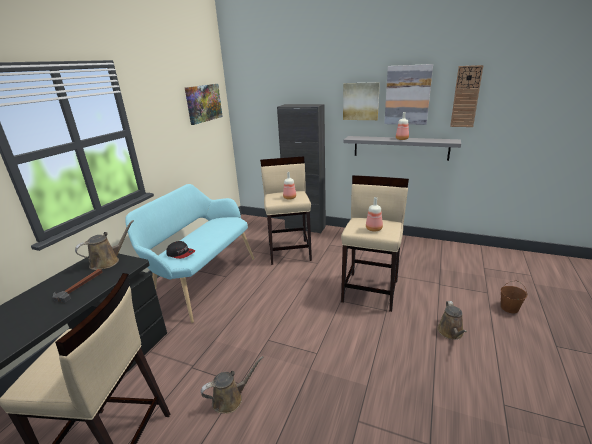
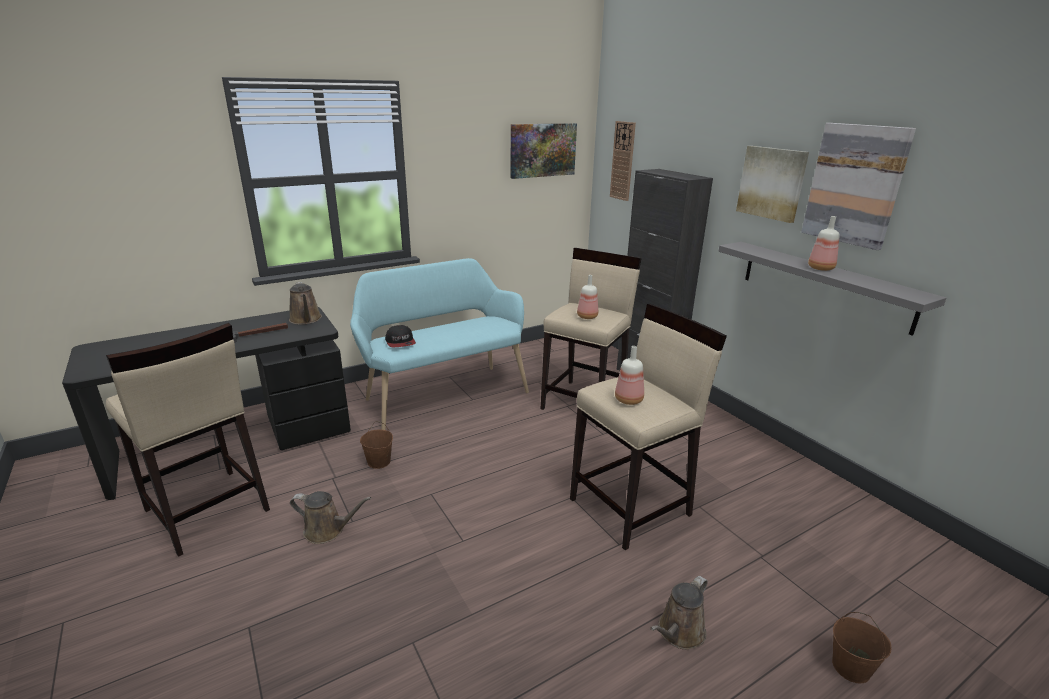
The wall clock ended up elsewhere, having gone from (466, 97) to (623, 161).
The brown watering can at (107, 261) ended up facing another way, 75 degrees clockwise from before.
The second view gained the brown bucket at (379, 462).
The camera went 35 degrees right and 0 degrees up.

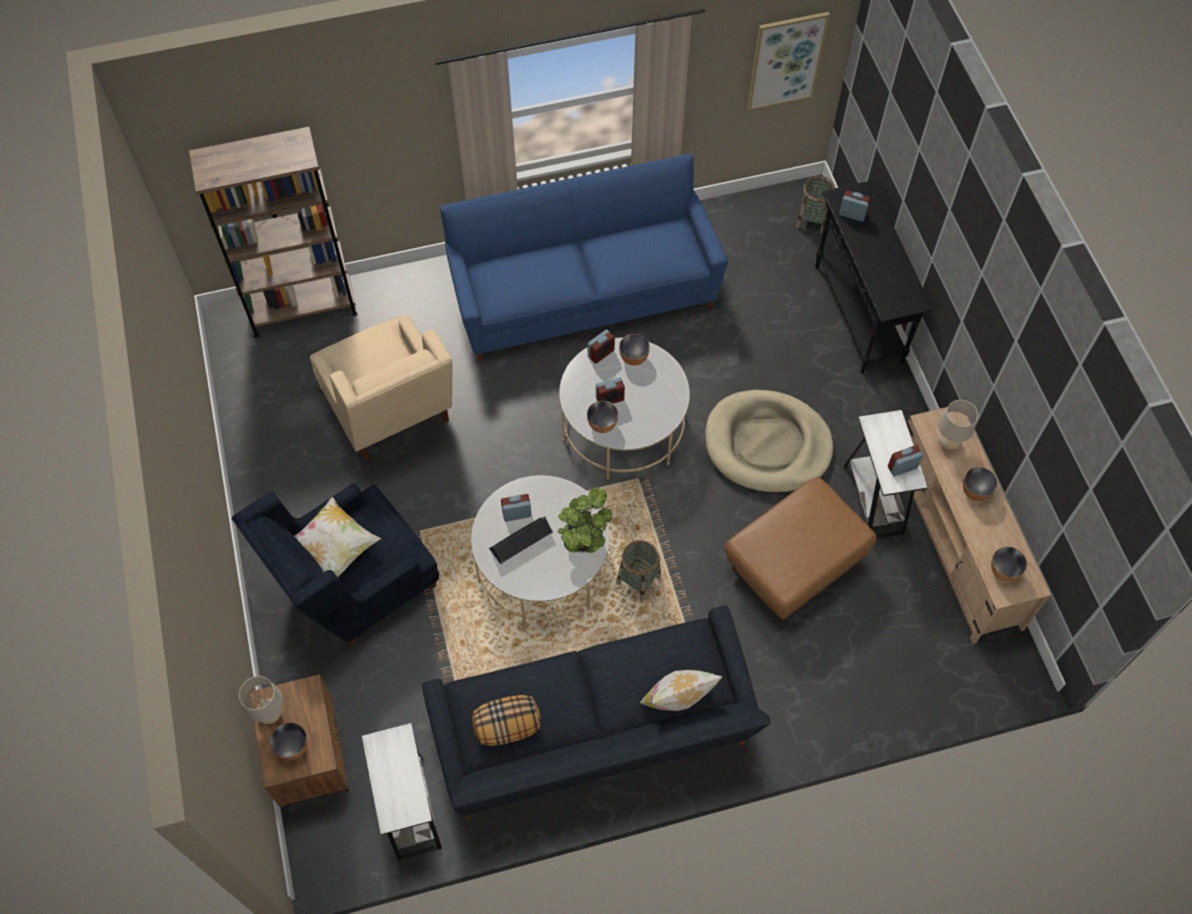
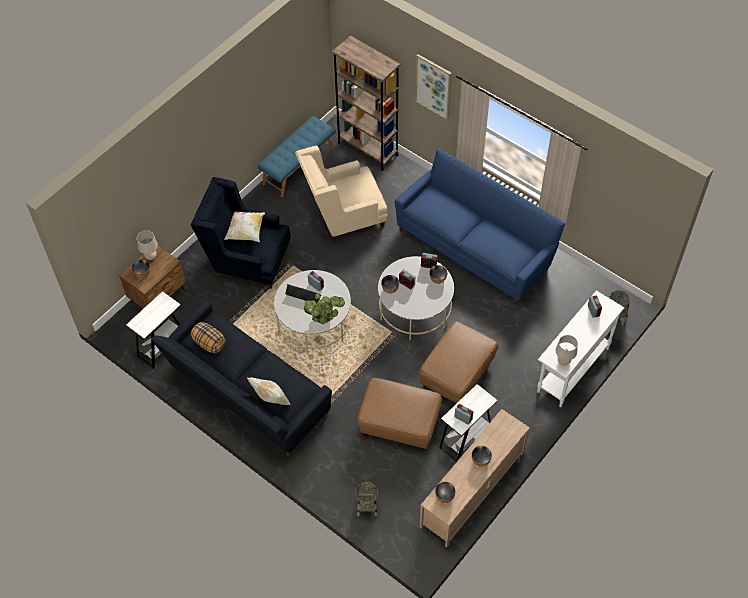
The picture ended up elsewhere, having gone from (786, 60) to (433, 86).
What was the black console table at (857, 314) turned into the white console table at (572, 370).
The beige armchair at (391, 413) ended up facing another way, 45 degrees clockwise from before.
Where the beige dog bed stood at (767, 445), the brown ottoman came to stand at (457, 374).
The beige table lamp ended up elsewhere, having gone from (948, 443) to (563, 361).
The basket ended up elsewhere, having gone from (638, 580) to (367, 506).
The second view gained the blue bench at (298, 166).
The camera went 55 degrees right and 5 degrees down.

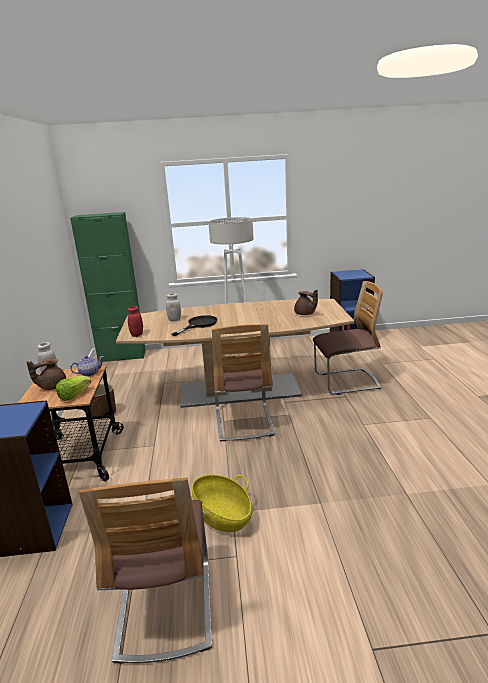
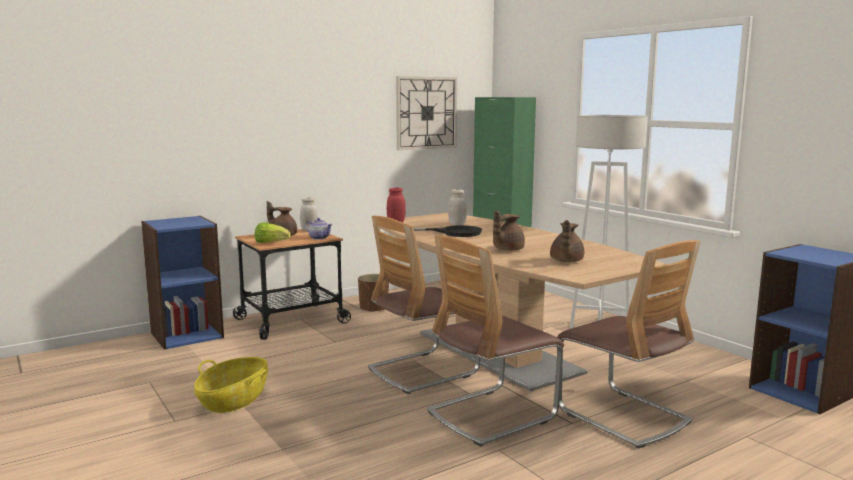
The chair ended up elsewhere, having gone from (165, 606) to (491, 415).
The second view gained the wall clock at (426, 113).
The second view gained the brown teapot at (507, 249).
The camera went 60 degrees right and 10 degrees down.

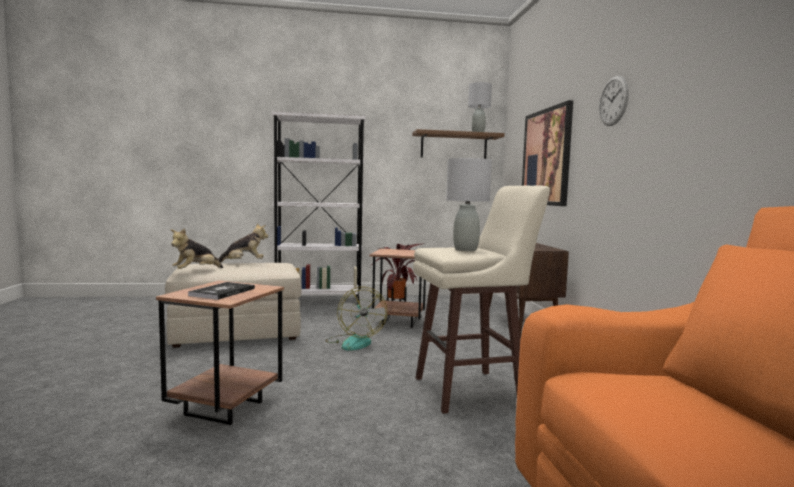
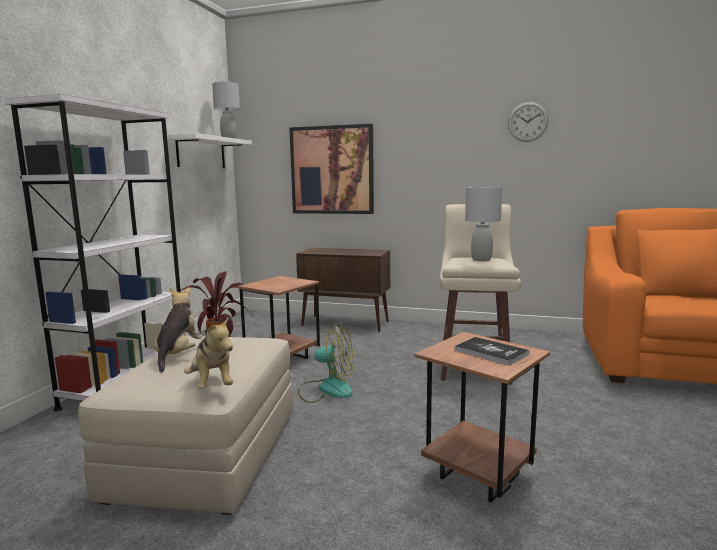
The wall clock ended up elsewhere, having gone from (613, 101) to (527, 122).
What was the brown shelf at (454, 146) turned into the white shelf at (201, 153).
The camera went 65 degrees left and 5 degrees up.

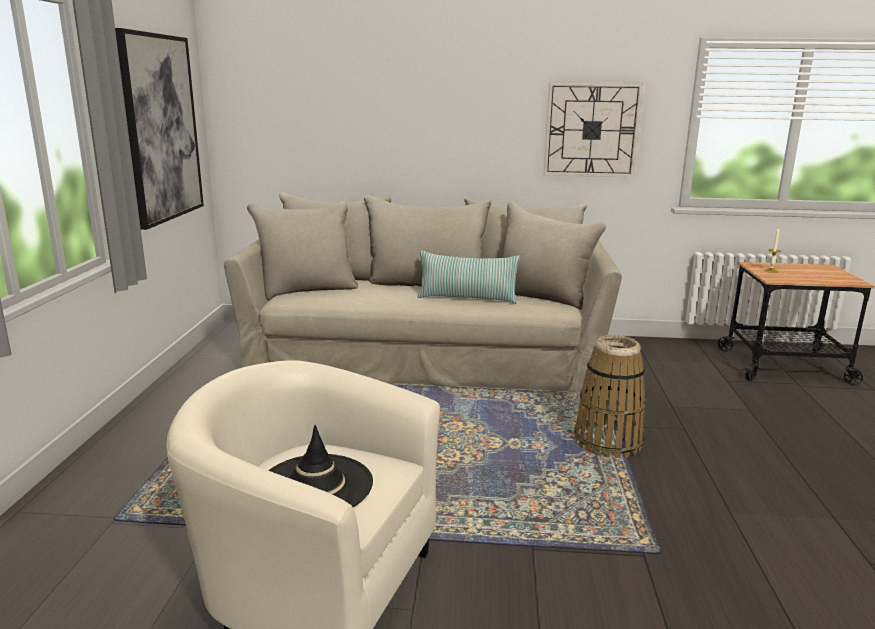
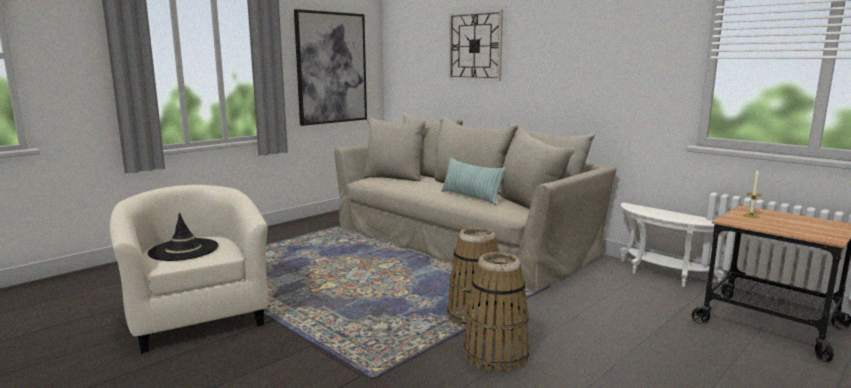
The wall clock ended up elsewhere, having gone from (591, 130) to (475, 46).
The second view gained the white side table at (663, 275).
The second view gained the basket at (496, 355).
The camera went 40 degrees right and 5 degrees down.

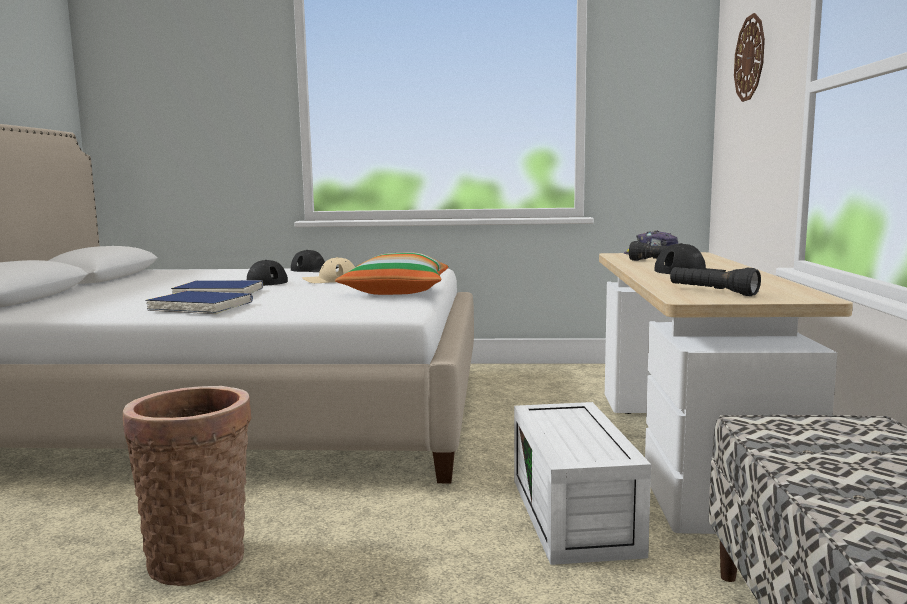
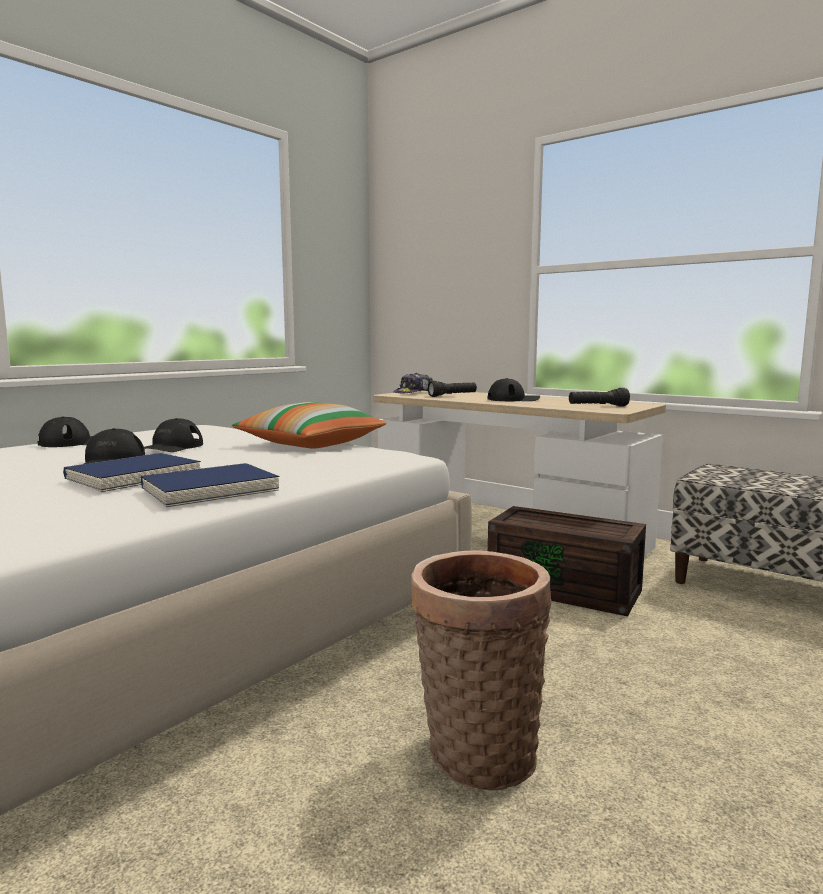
The second view lost the wall clock at (750, 58).
What was the beige cap at (330, 280) turned into the black cap at (171, 447).
What was the white storage box at (577, 516) turned into the brown storage box at (566, 588).
The camera went 55 degrees left and 0 degrees up.

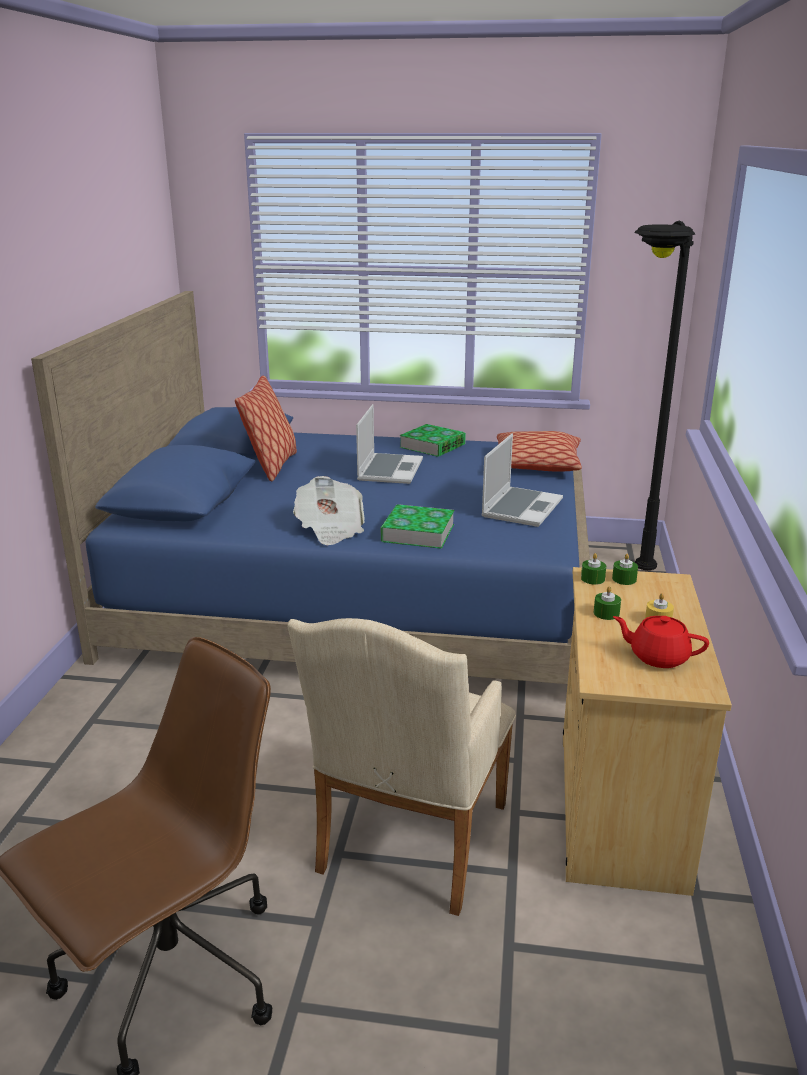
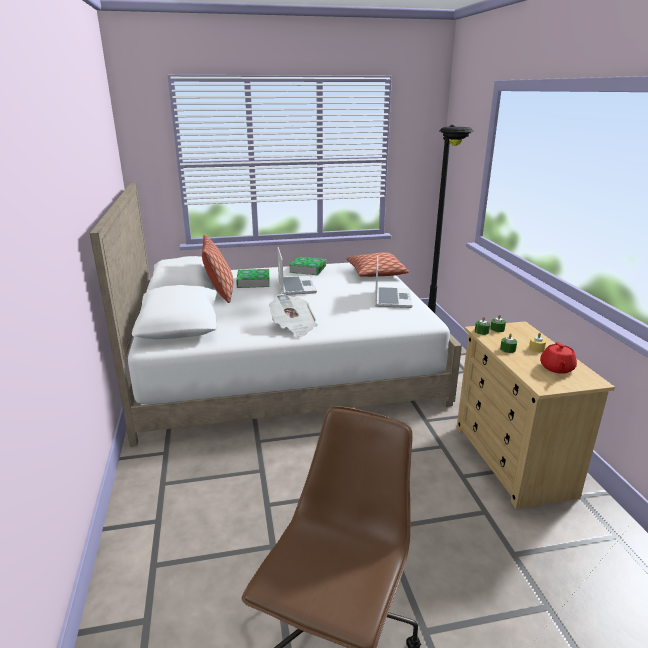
What was the blue bed at (359, 596) turned into the white bed at (284, 368).
The book ended up elsewhere, having gone from (418, 533) to (253, 282).
The red teapot at (657, 657) ended up facing another way, 75 degrees counterclockwise from before.
The second view lost the beige armchair at (408, 846).
The camera went 20 degrees left and 0 degrees up.

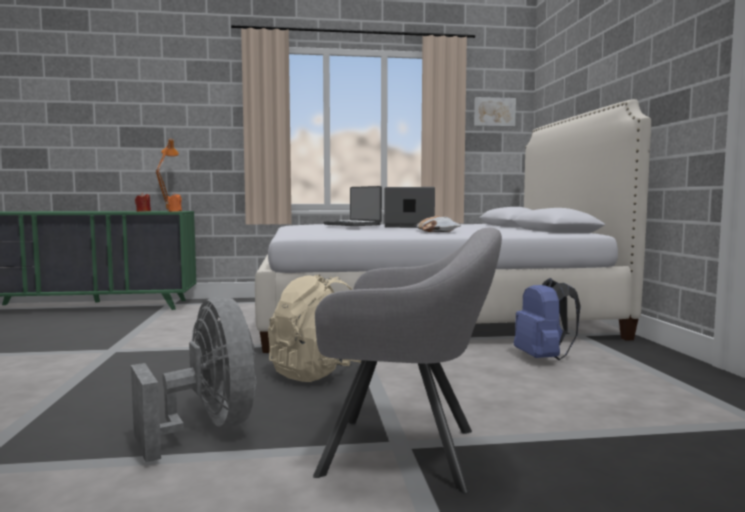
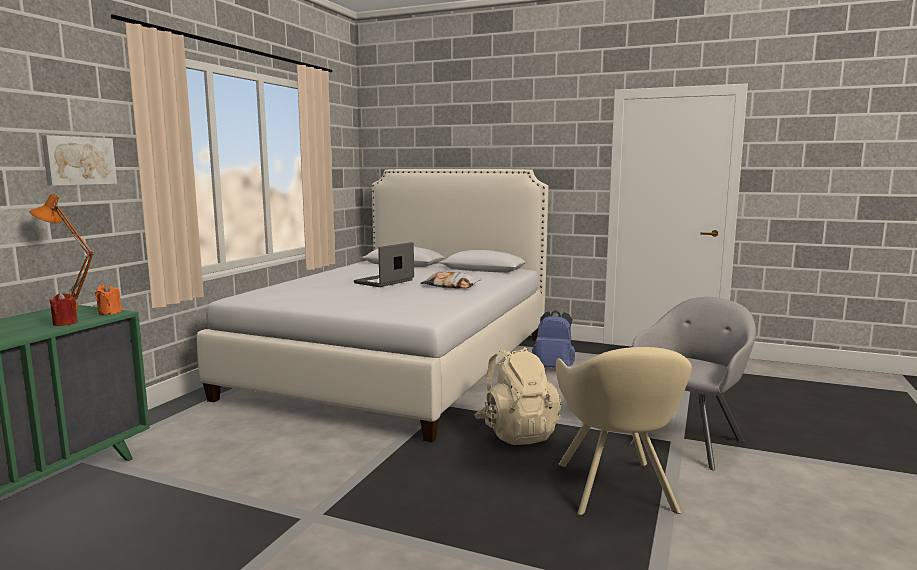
The picture ended up elsewhere, having gone from (494, 112) to (78, 160).
The second view lost the laptop at (353, 225).
Where the grey fan stood at (208, 428), the beige armchair came to stand at (616, 490).
The camera went 60 degrees left and 5 degrees up.

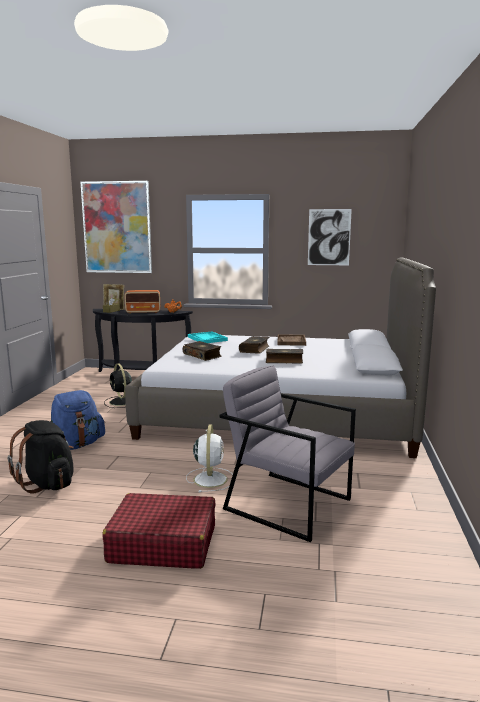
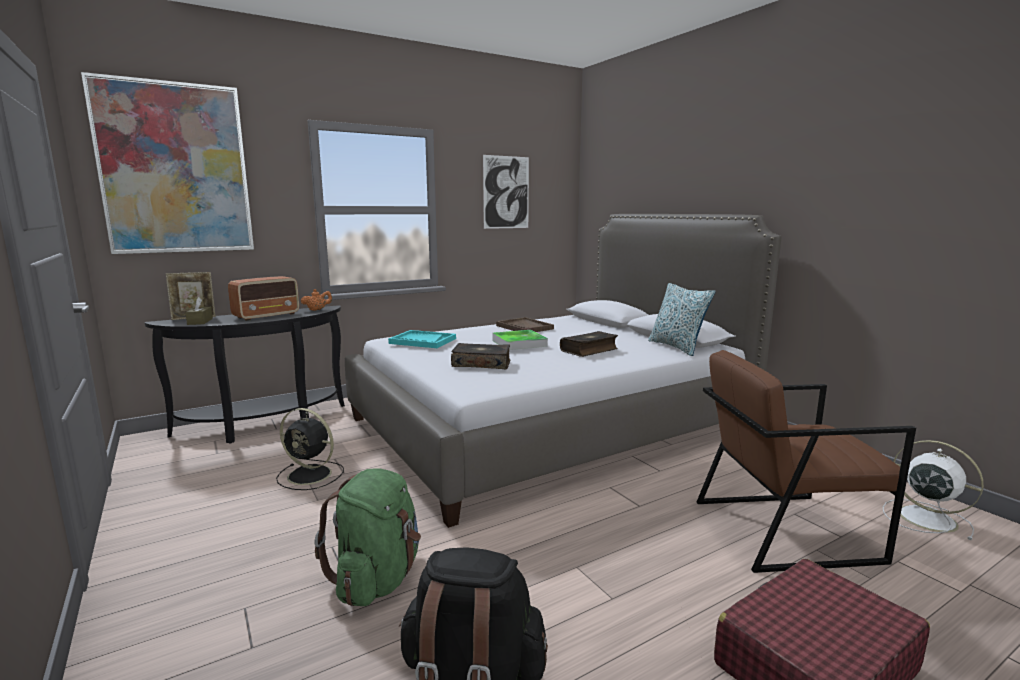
Where the book stood at (255, 349), the tray came to stand at (519, 343).
What was the grey armchair at (288, 504) turned into the brown armchair at (783, 529).
What was the blue backpack at (76, 445) turned into the green backpack at (377, 579).
The white fan ended up elsewhere, having gone from (210, 479) to (924, 518).
The second view gained the pillow at (677, 347).
The camera went 40 degrees left and 0 degrees up.

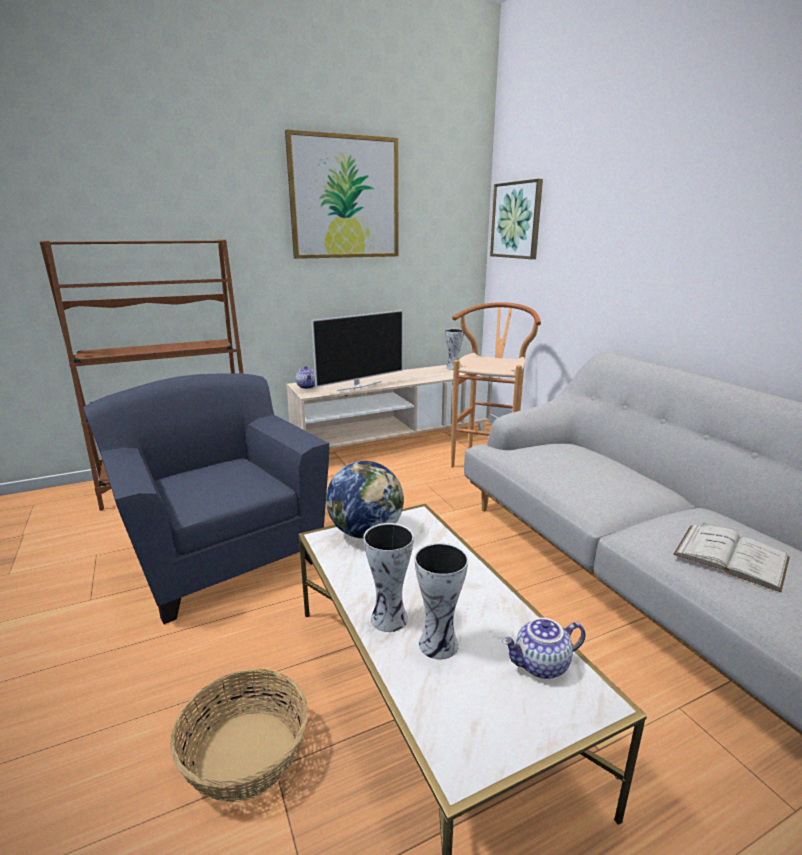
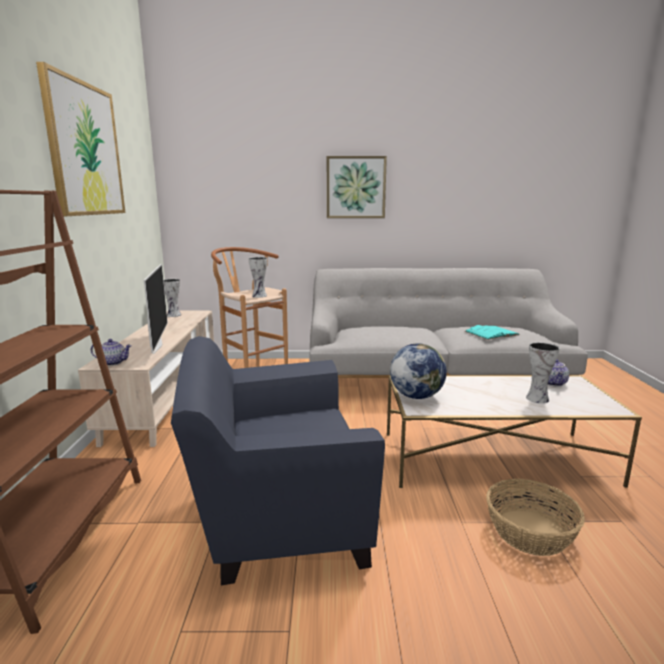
The picture ended up elsewhere, having gone from (516, 220) to (355, 187).
What was the white book at (731, 556) turned into the turquoise book at (491, 333).
The vase ended up elsewhere, having gone from (390, 620) to (260, 296).
The camera went 65 degrees left and 5 degrees down.

